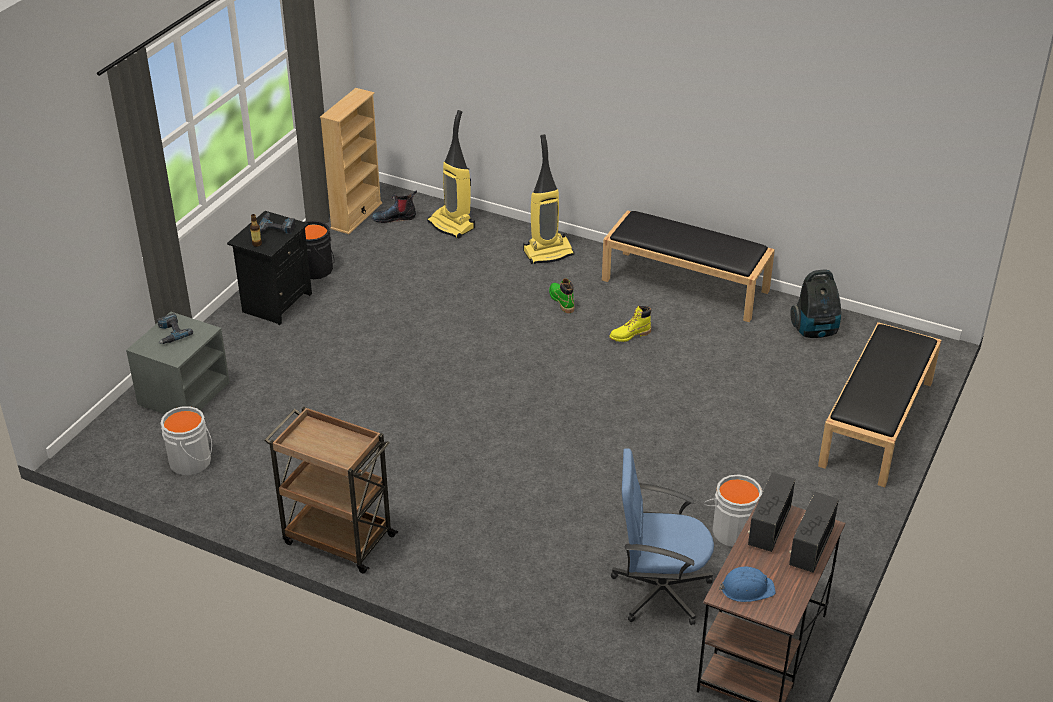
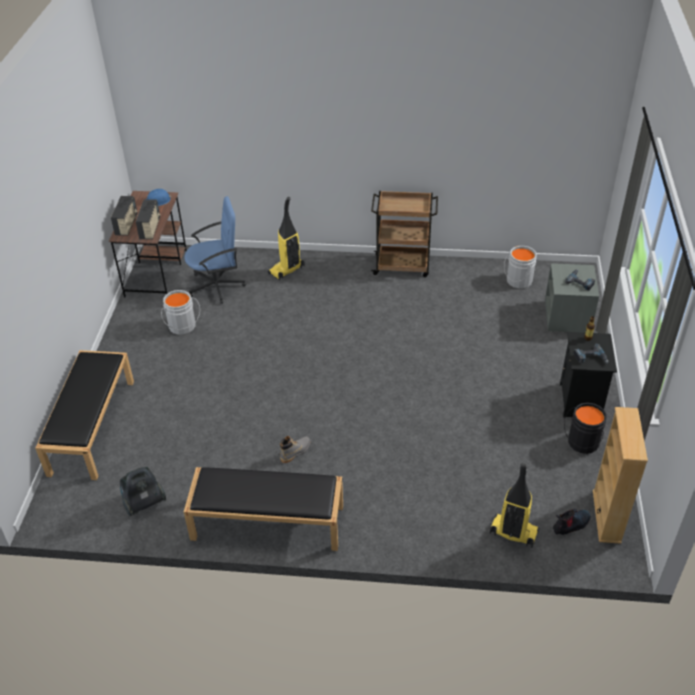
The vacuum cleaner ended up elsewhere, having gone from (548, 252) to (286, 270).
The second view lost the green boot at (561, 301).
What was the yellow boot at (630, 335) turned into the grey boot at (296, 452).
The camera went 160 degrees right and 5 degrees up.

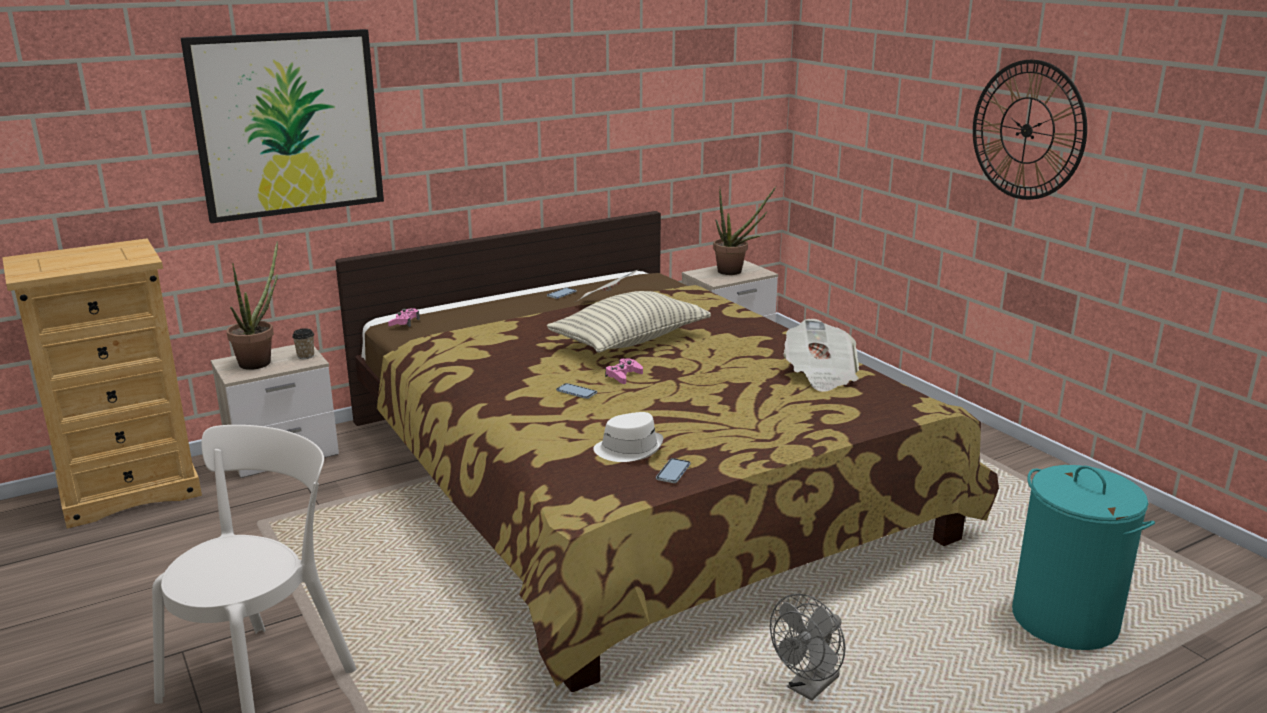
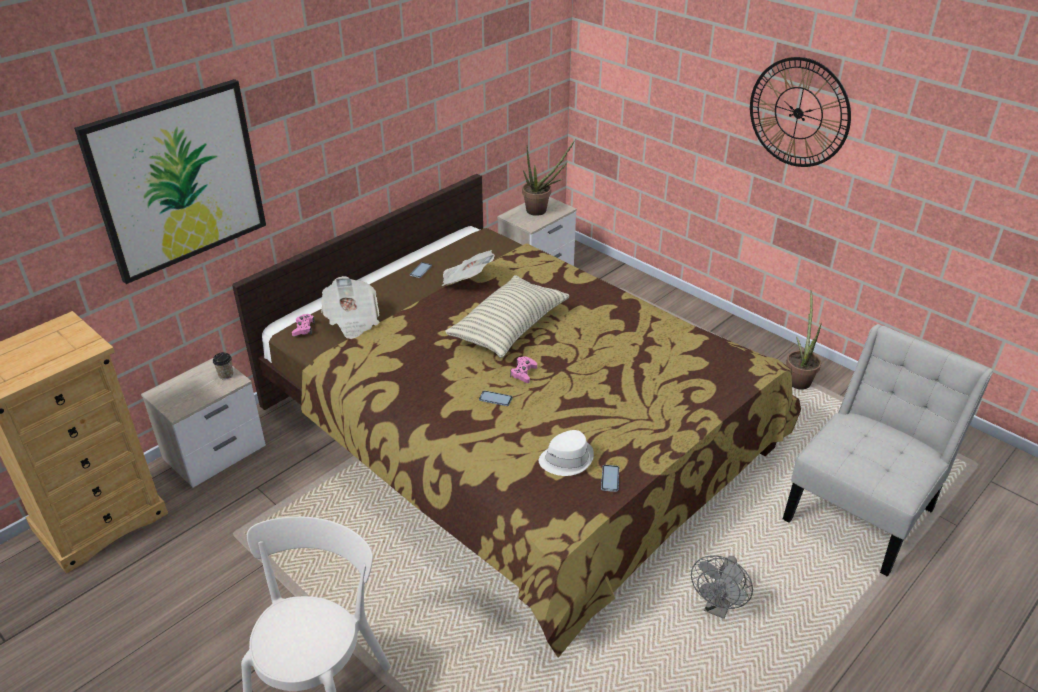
The potted plant ended up elsewhere, having gone from (260, 361) to (798, 379).
The newspaper ended up elsewhere, having gone from (820, 375) to (352, 321).
Where the turquoise laundry basket stood at (1065, 620), the white chair came to stand at (863, 509).
The camera went 15 degrees left and 15 degrees up.

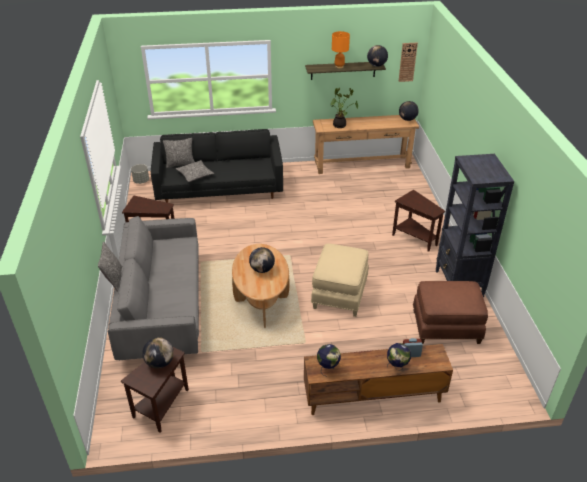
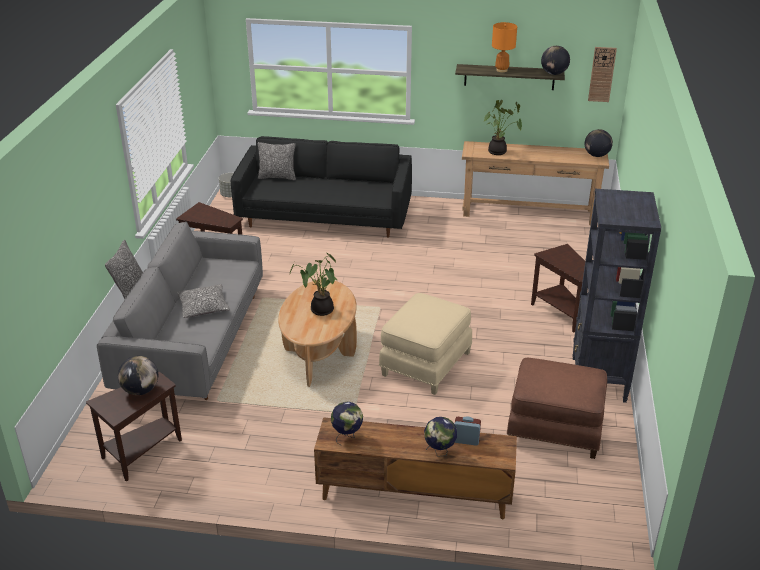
The pillow ended up elsewhere, having gone from (195, 175) to (203, 307).
Where the globe stood at (262, 269), the potted plant came to stand at (320, 310).
The camera went 15 degrees right and 5 degrees down.

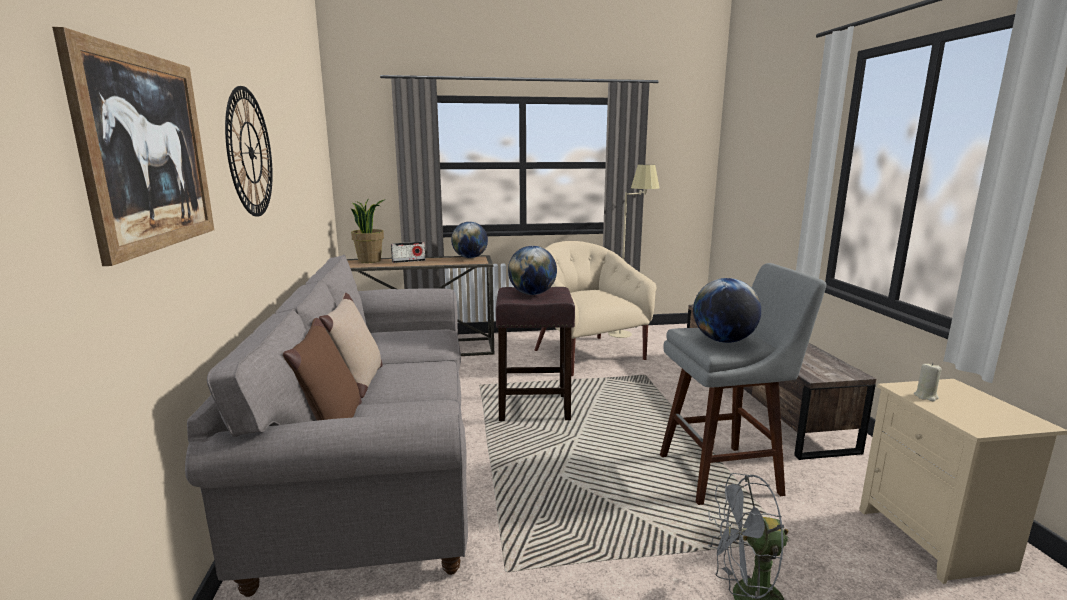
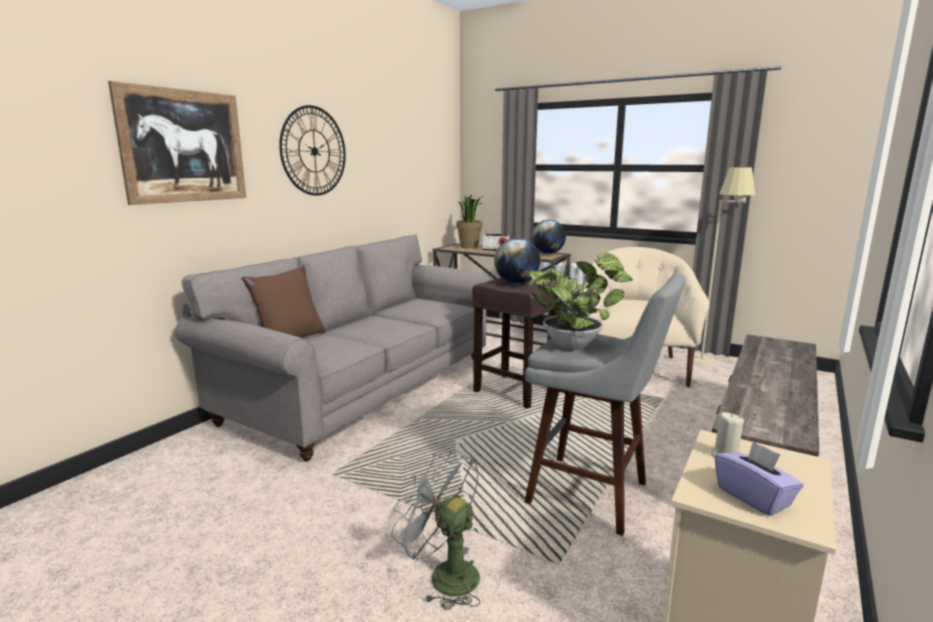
Where the globe stood at (723, 341), the potted plant came to stand at (575, 344).
The second view lost the beige pillow at (358, 382).
The second view gained the purple tissue box at (753, 497).
The camera went 40 degrees right and 0 degrees up.

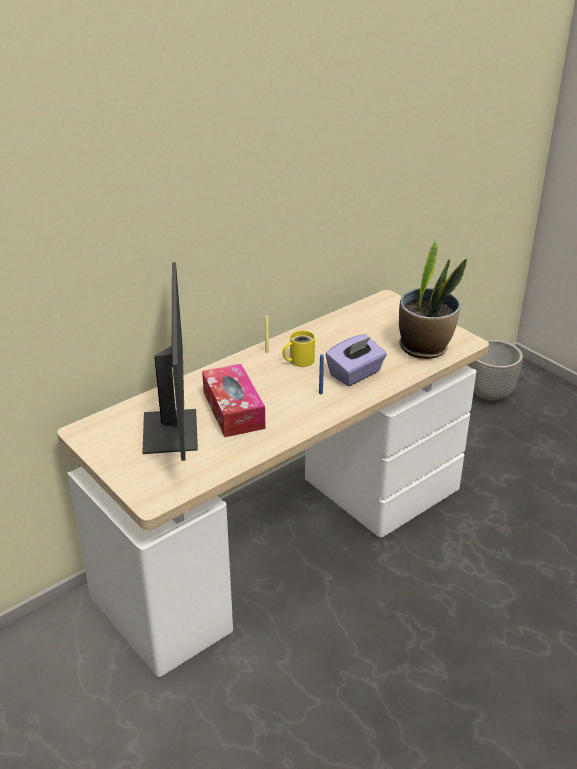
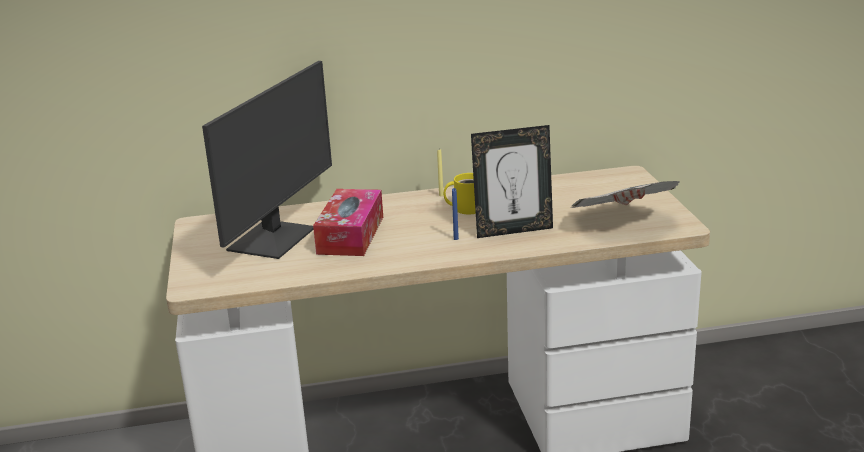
Where the potted plant stood at (424, 347), the newspaper came to stand at (622, 222).
Where the purple tissue box stood at (355, 374), the picture frame came to stand at (513, 230).
The second view lost the planter at (489, 395).
The camera went 30 degrees right and 10 degrees down.

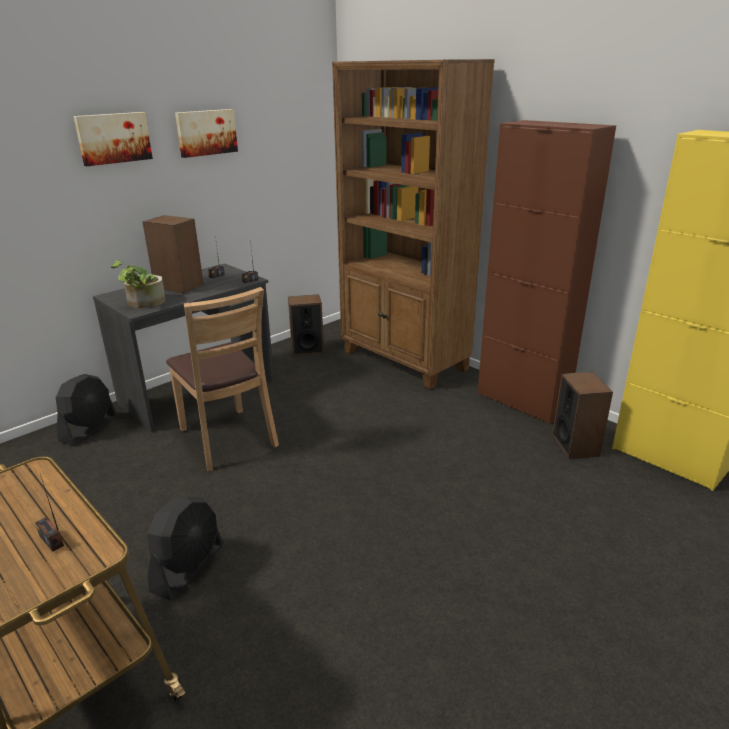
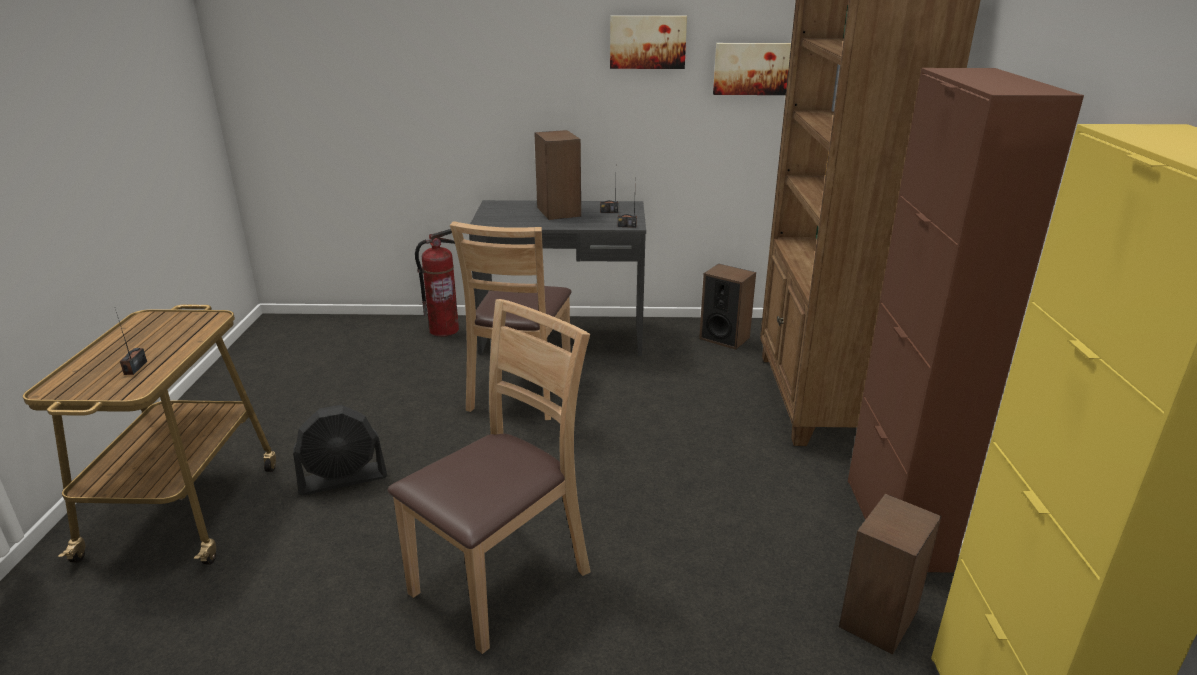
The picture ended up elsewhere, having gone from (113, 138) to (751, 68).
The second view lost the potted plant at (143, 303).
Where the black fan stood at (89, 429), the fire extinguisher came to stand at (444, 330).
The second view gained the brown chair at (501, 580).
The camera went 45 degrees right and 0 degrees up.

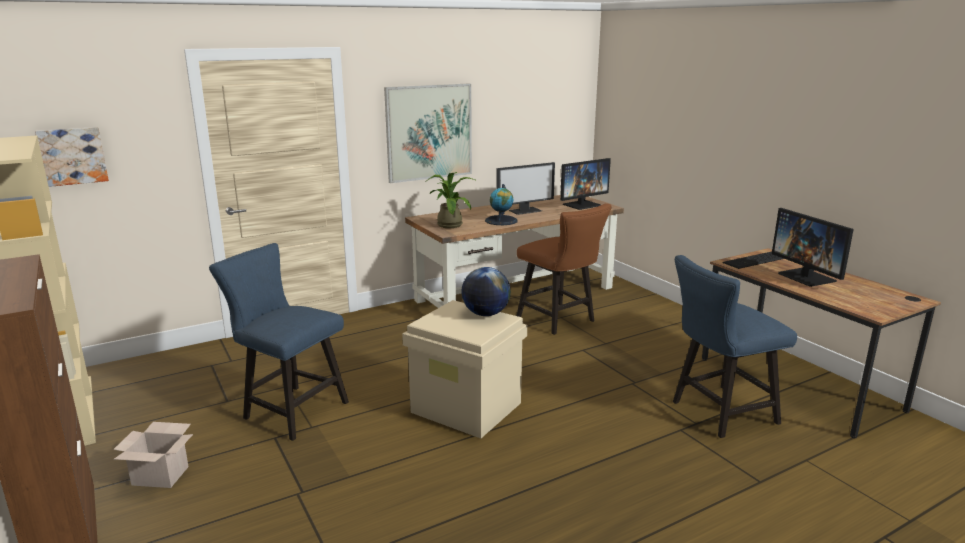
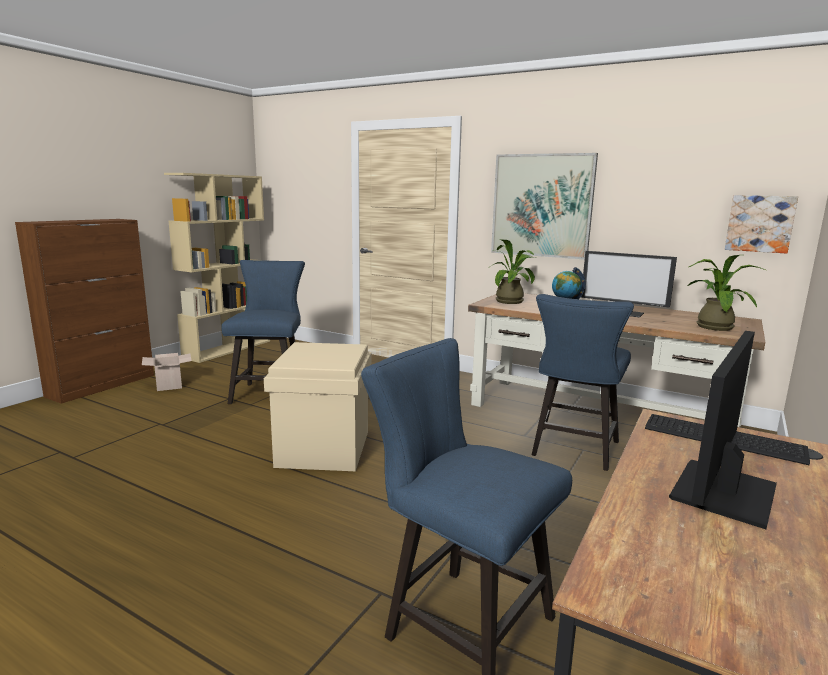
The picture ended up elsewhere, having gone from (72, 156) to (759, 223).
Where the monitor stood at (582, 205), the potted plant came to stand at (714, 326).
What was the brown chair at (560, 320) turned into the blue chair at (573, 451).
The second view lost the globe at (485, 314).
The camera went 60 degrees right and 5 degrees down.

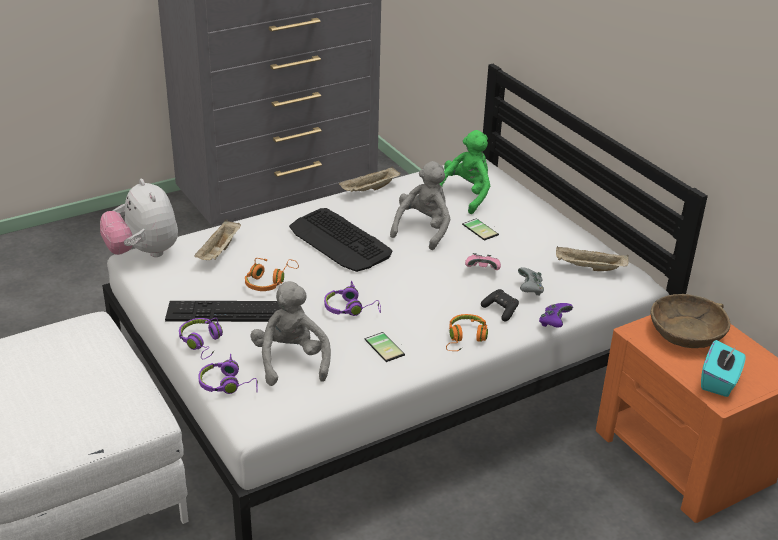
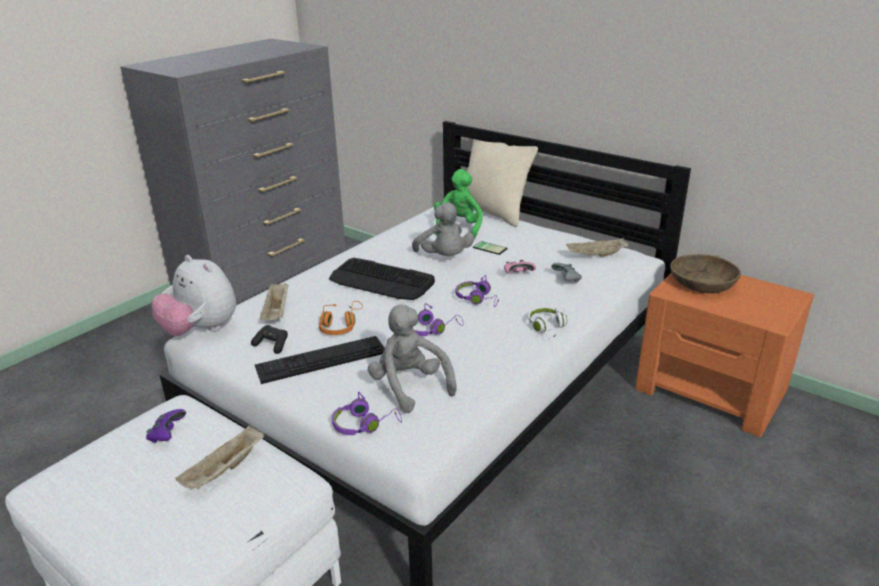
The grey plush toy at (423, 229) ended up facing another way, 150 degrees clockwise from before.
The beige tray ended up elsewhere, having gone from (369, 190) to (225, 470).
The black game controller ended up elsewhere, having gone from (500, 310) to (272, 345).
The purple game controller ended up elsewhere, having gone from (554, 322) to (167, 435).
What was the orange headphones at (465, 338) turned into the white headphones at (547, 328).
The purple headphones ended up elsewhere, having gone from (202, 343) to (478, 299).
The second view lost the phone at (386, 346).
The second view lost the turquoise tissue box at (719, 381).
The second view gained the beige pillow at (494, 213).
The camera went 20 degrees left and 5 degrees down.

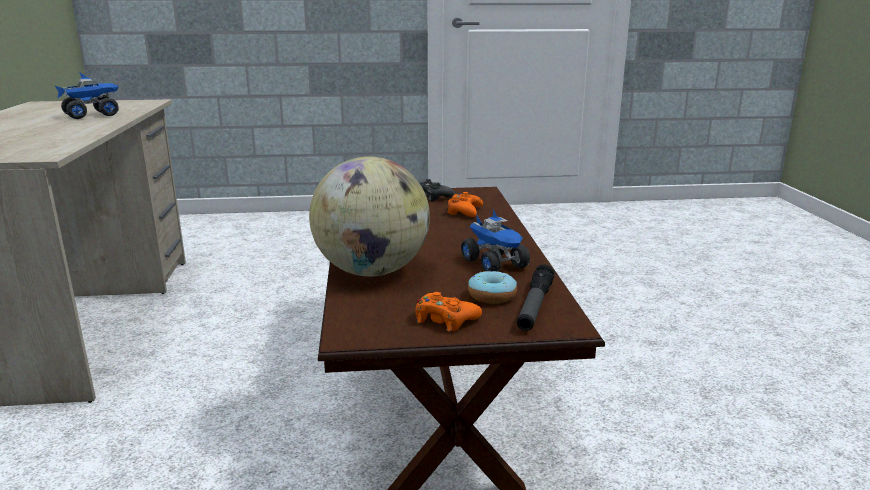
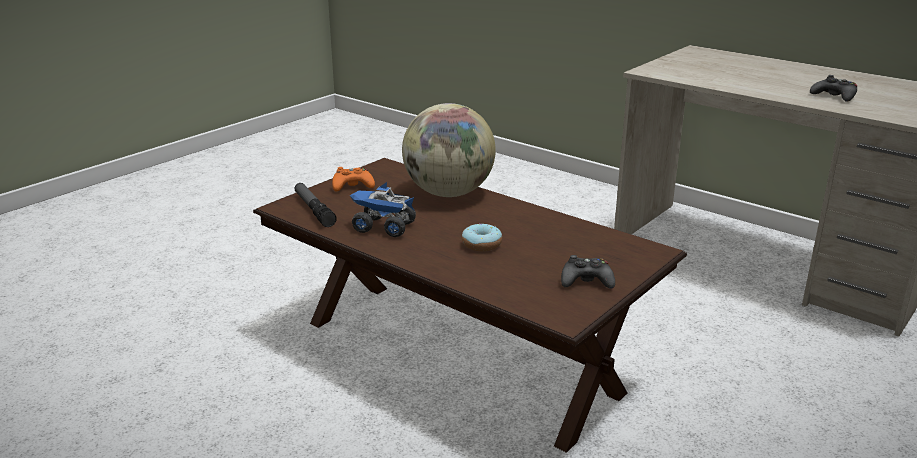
Where the toy truck stood at (92, 115), the black game controller came to stand at (834, 96).
The second view lost the orange game controller at (464, 211).
The donut ended up elsewhere, having gone from (492, 296) to (481, 244).
The camera went 135 degrees right and 5 degrees up.

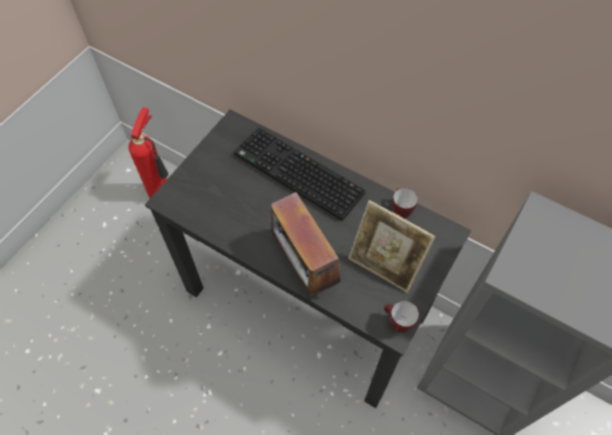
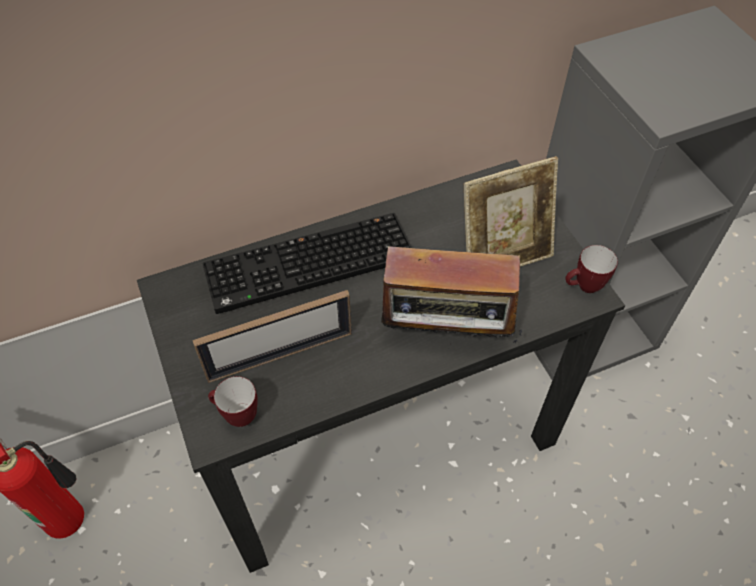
The mug ended up elsewhere, having gone from (399, 210) to (236, 416).
The second view gained the picture frame at (280, 355).
The camera went 55 degrees left and 5 degrees down.

